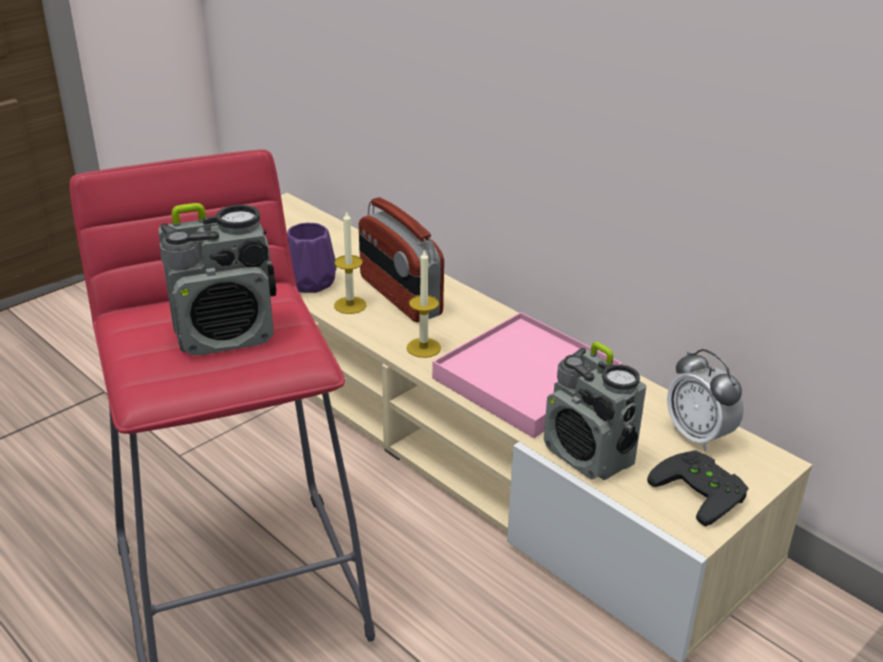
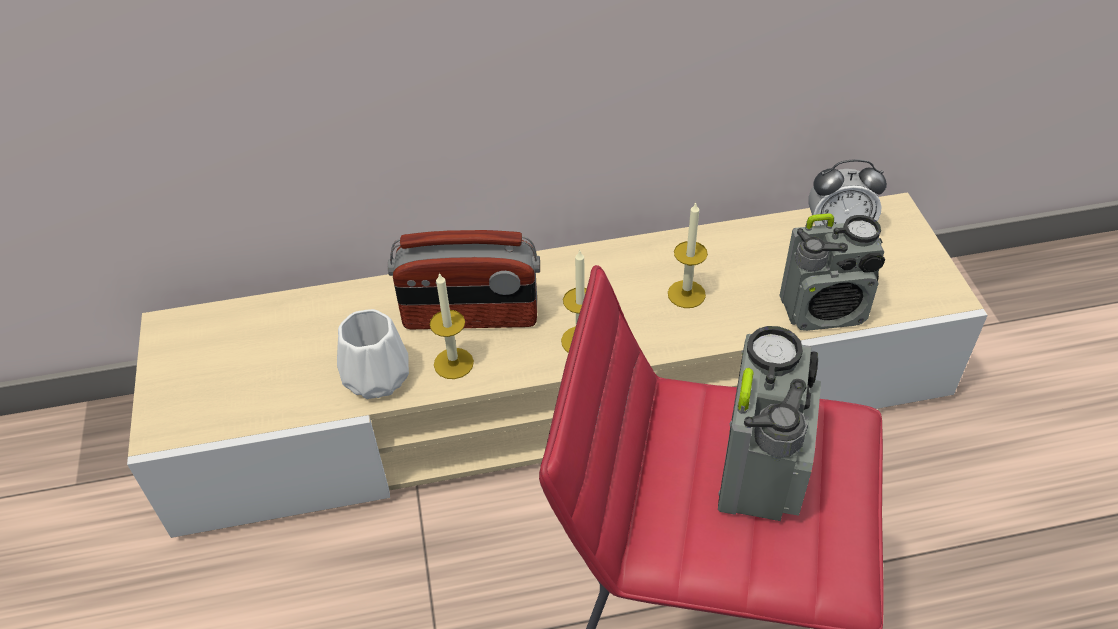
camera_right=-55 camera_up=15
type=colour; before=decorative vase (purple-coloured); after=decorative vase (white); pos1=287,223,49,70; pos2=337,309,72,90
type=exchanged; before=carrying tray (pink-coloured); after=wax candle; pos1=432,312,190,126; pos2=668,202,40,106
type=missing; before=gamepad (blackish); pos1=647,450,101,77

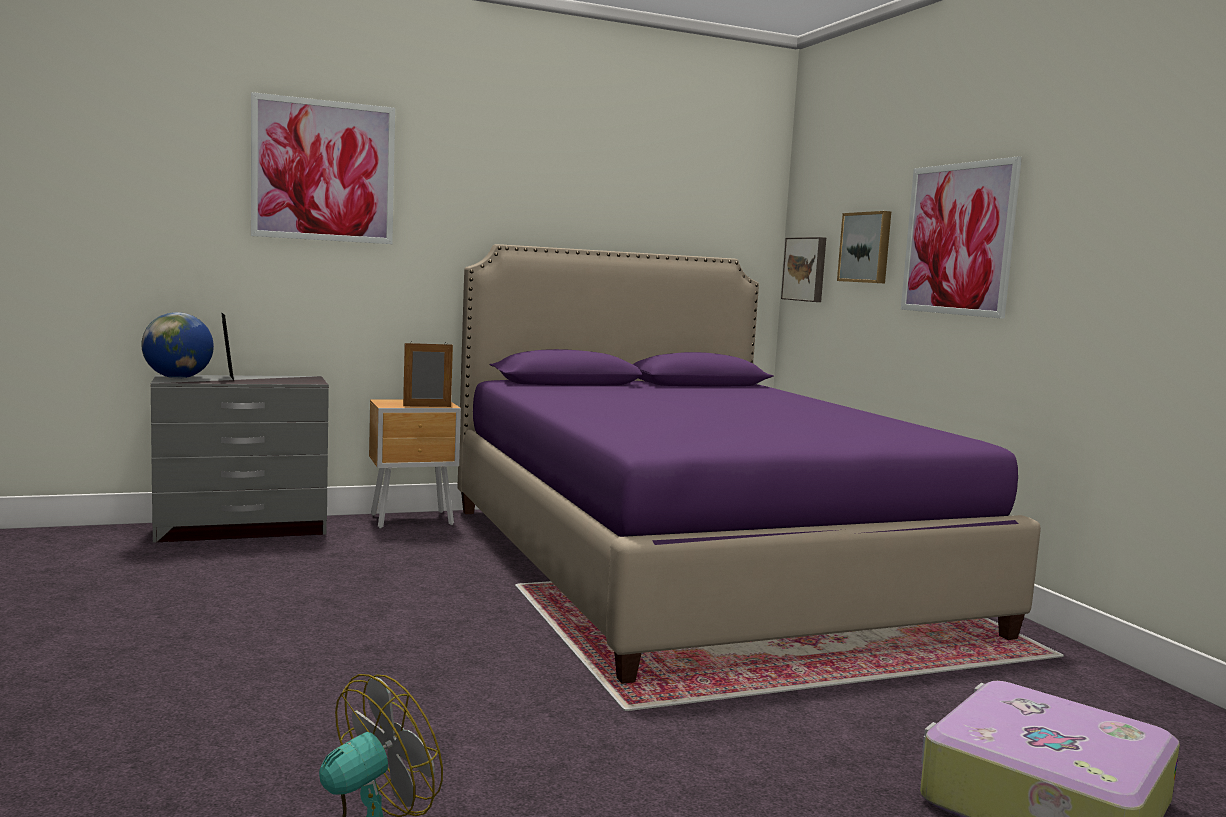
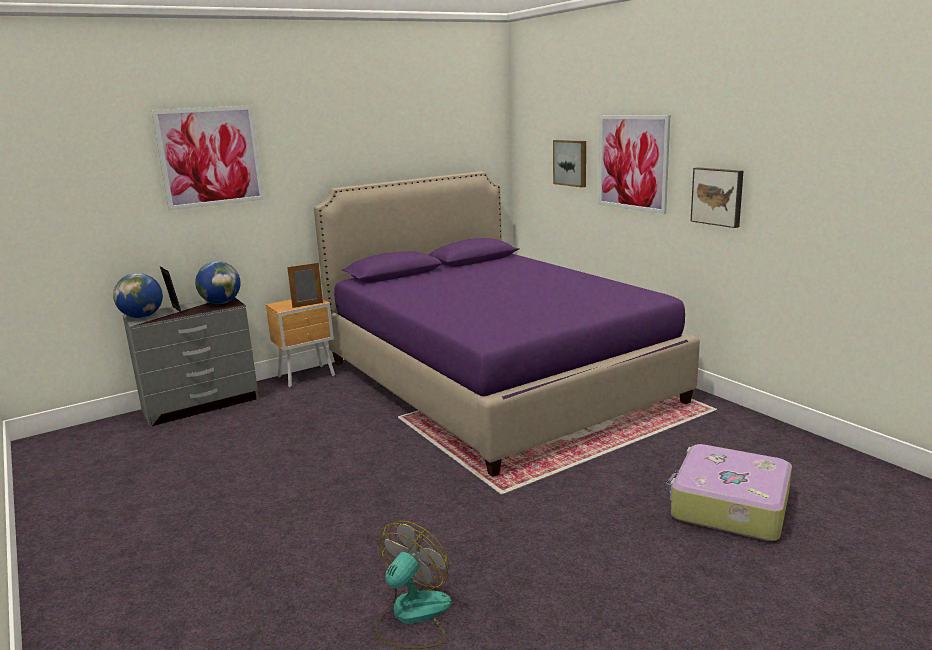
camera_right=-10 camera_up=10
type=relocated; before=wall art; pos1=781,237,45,65; pos2=691,167,52,61
type=appeared; after=world globe; pos2=195,261,46,43

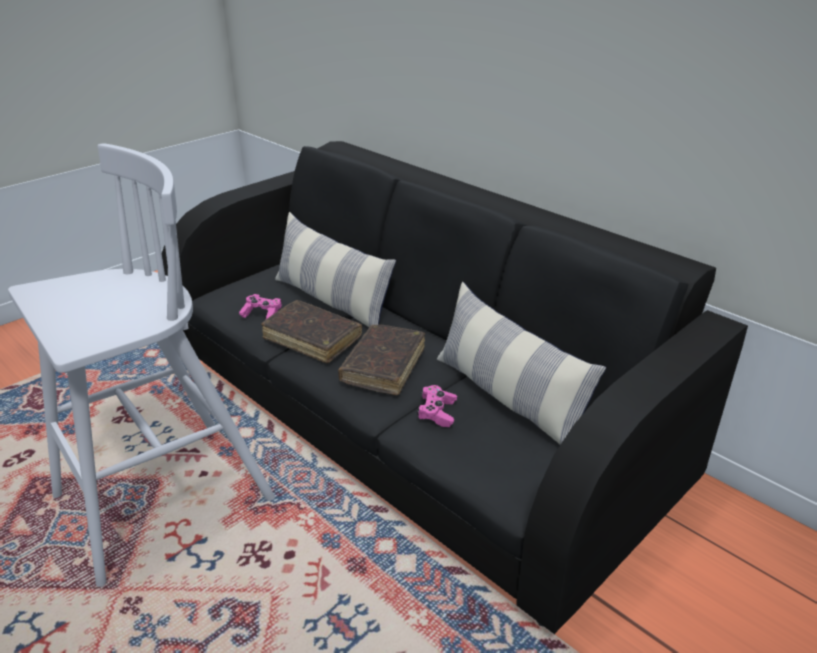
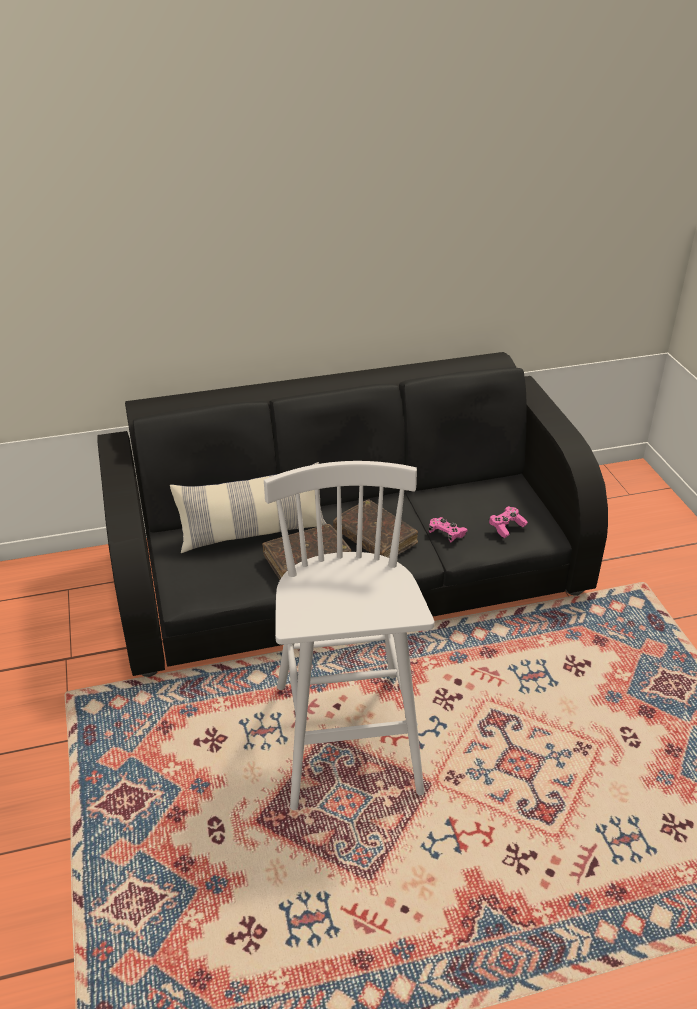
camera_right=-60 camera_up=5
type=missing; before=cushion; pos1=437,282,169,163
type=relocated; before=gamepad (pink-coloured); pos1=239,294,43,25; pos2=489,506,39,32

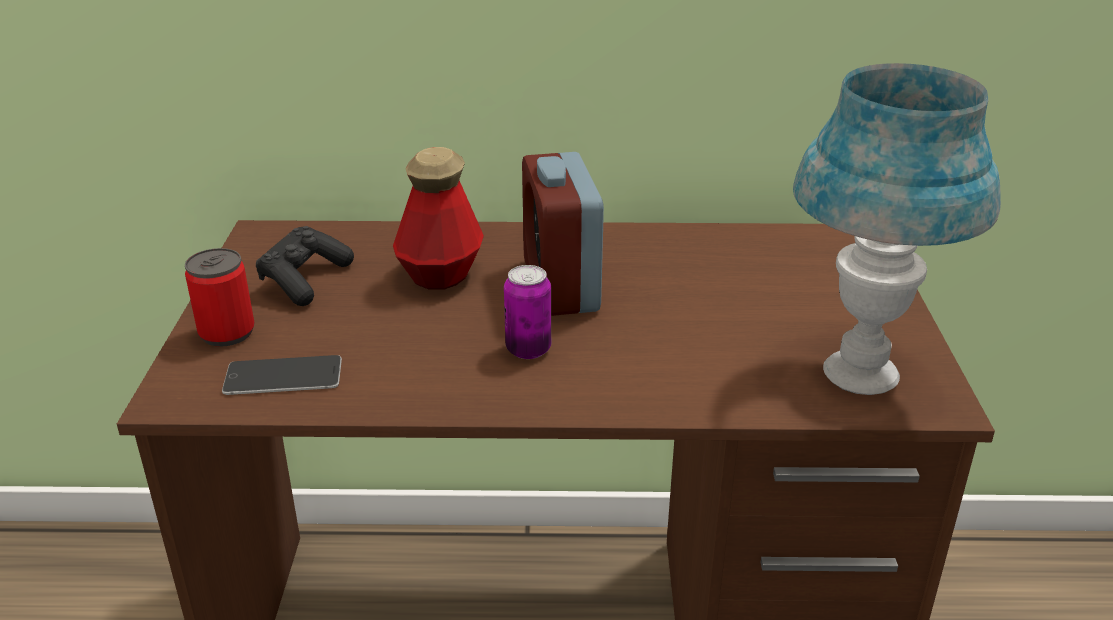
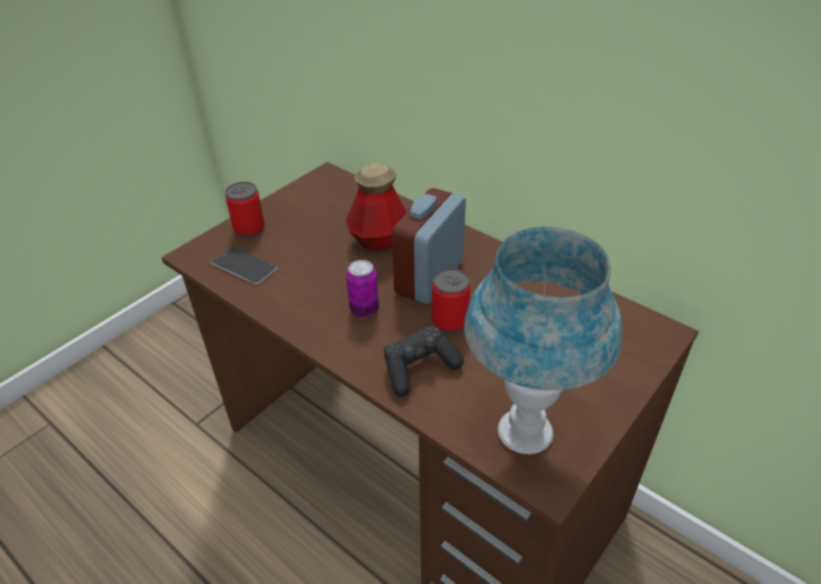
camera_right=40 camera_up=10
type=relocated; before=gamepad (blackish); pos1=256,226,98,80; pos2=384,326,80,71
type=appeared; after=sealed can; pos2=432,268,38,65

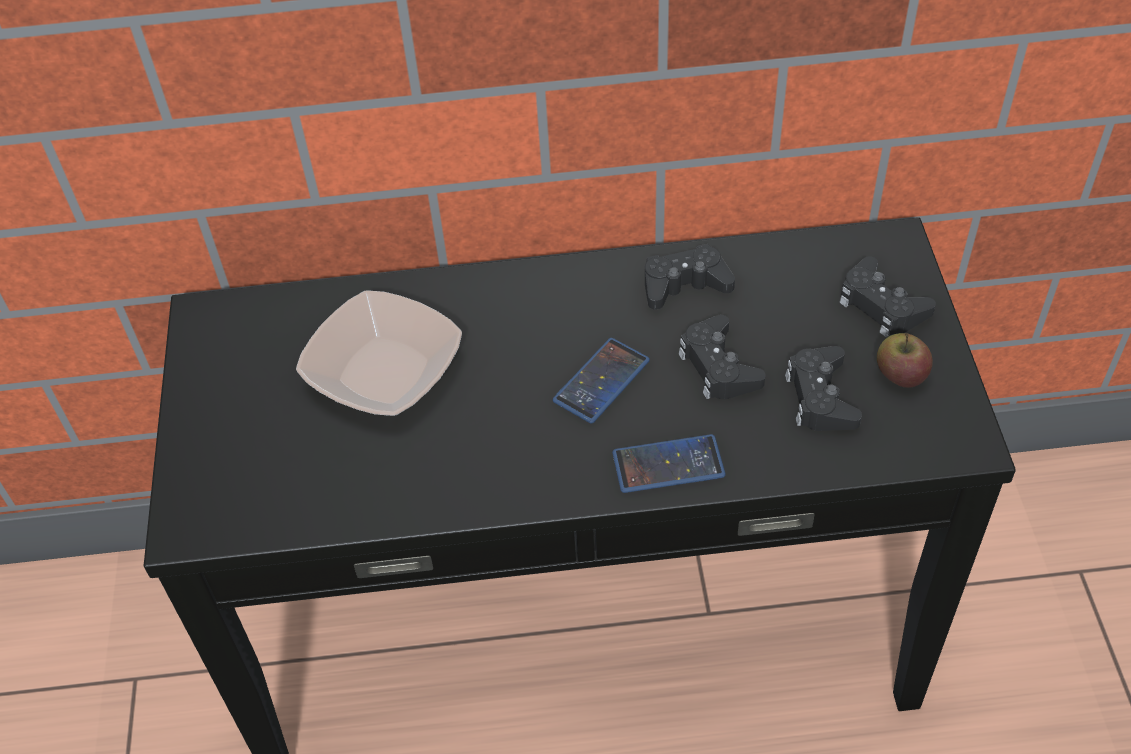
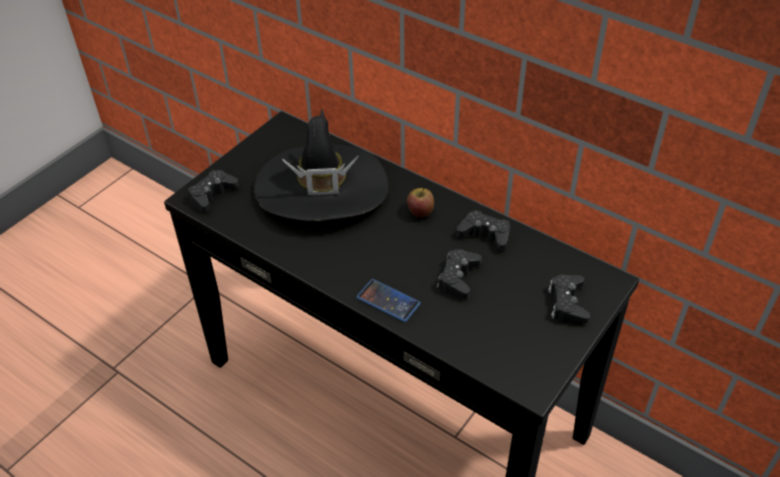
camera_right=40 camera_up=-5
type=exchanged; before=serving bowl; after=clothing hat (blackish); pos1=296,290,166,126; pos2=254,108,135,113
type=relocated; before=apple; pos1=877,333,56,55; pos2=407,188,27,29
type=missing; before=phone; pos1=553,338,97,85
type=relocated; before=gamepad (blackish); pos1=785,346,77,85; pos2=188,170,51,42

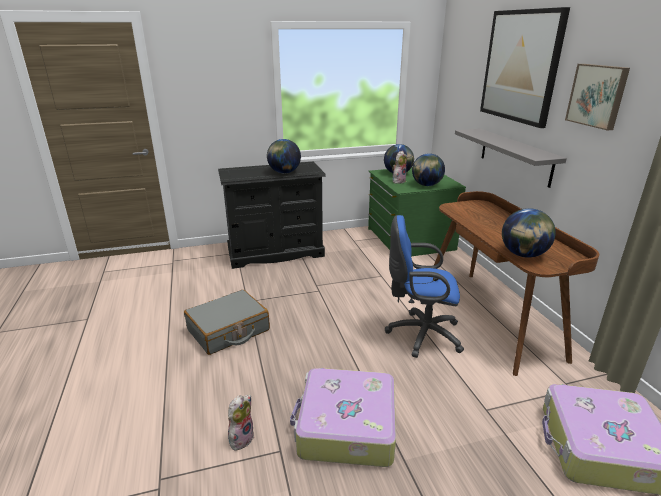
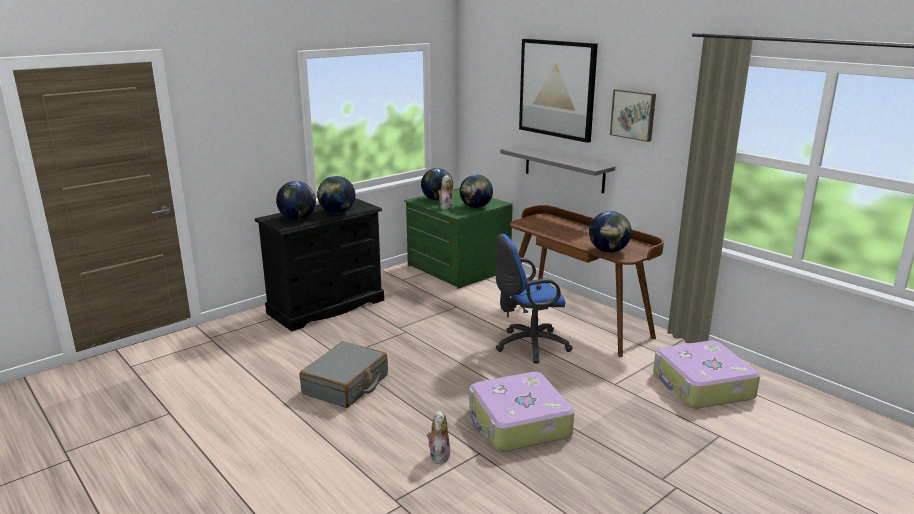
camera_right=-25 camera_up=-5
type=appeared; after=world globe; pos2=276,181,40,39

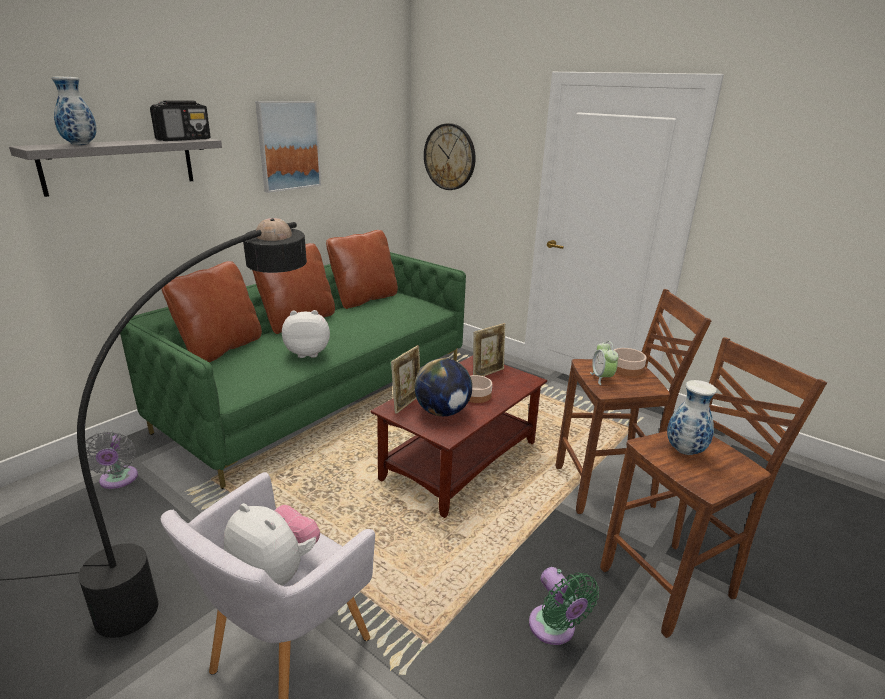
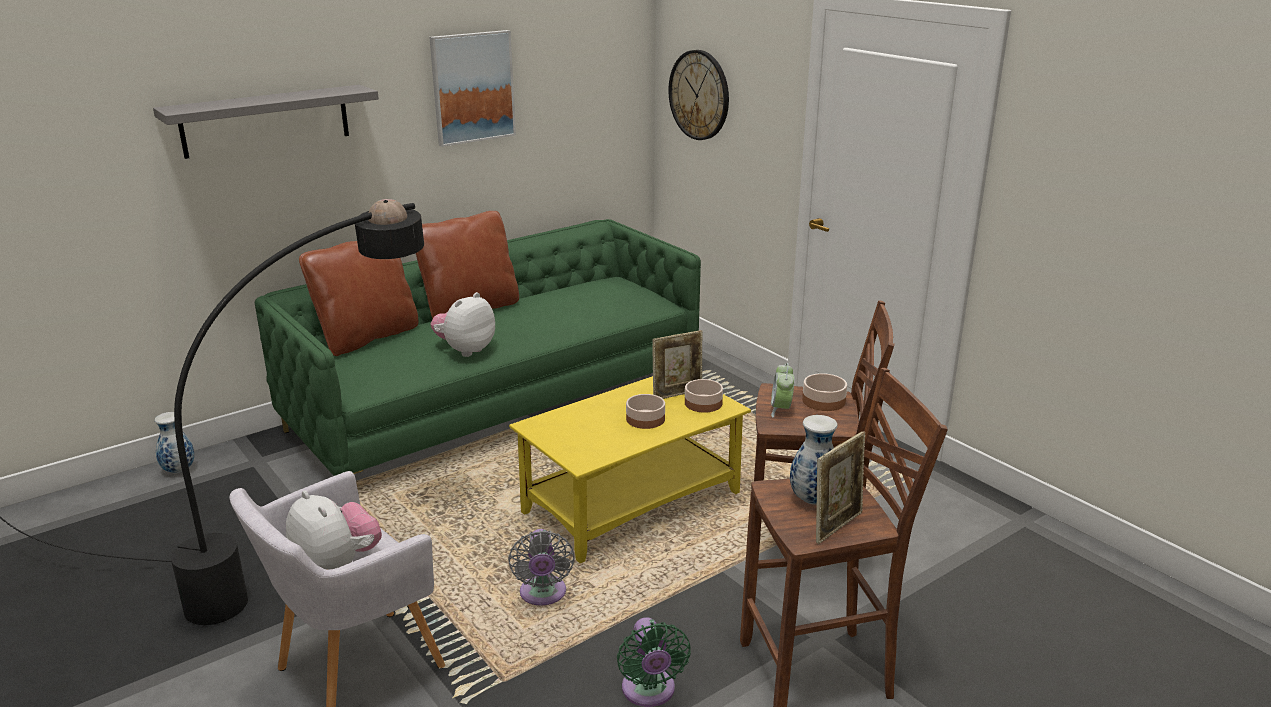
camera_right=15 camera_up=0
type=relocated; before=decorative vase; pos1=51,76,46,69; pos2=155,412,39,61
type=missing; before=radio receiver; pos1=150,100,61,41
type=missing; before=cushion (brown-coloured); pos1=326,230,72,79
type=spun; before=cuddly toy; pos1=282,310,48,48; pos2=431,292,64,65; turn=-60
type=relocated; before=picture frame; pos1=391,345,29,69; pos2=816,431,49,113
type=colour; before=low table (brown-coloured); after=low table (yellow-coloured); pos1=371,355,176,163; pos2=509,376,242,187
type=missing; before=world globe; pos1=414,358,58,58
type=relocated; before=fan (gray); pos1=85,431,53,58; pos2=508,529,67,76
type=appeared; after=serving bowl; pos2=685,379,38,34

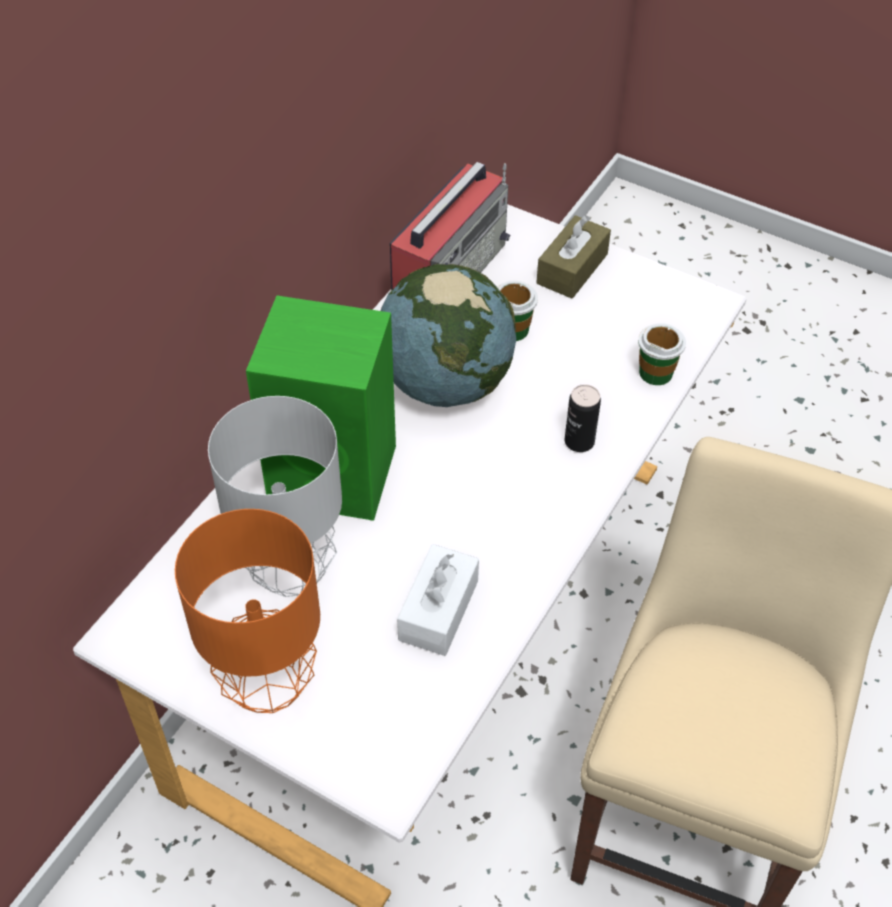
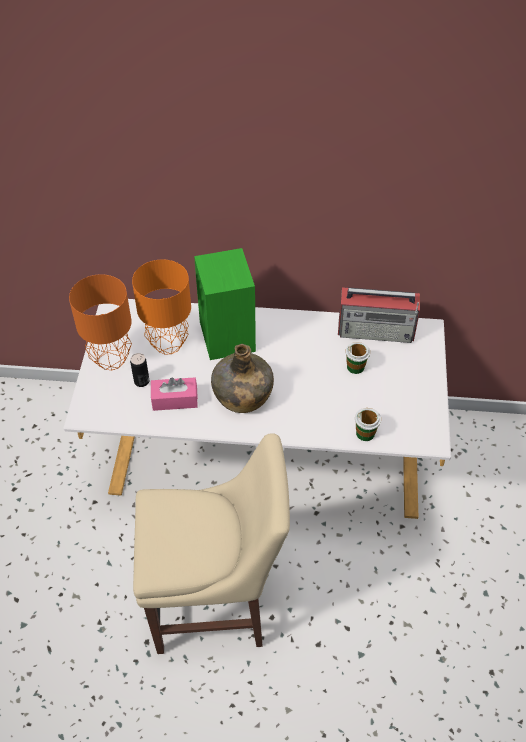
camera_right=65 camera_up=0
type=missing; before=box of tissues (brown-coloured); pos1=536,215,75,84
type=missing; before=world globe; pos1=381,264,136,143
type=relocated; before=sealed can; pos1=565,384,36,68; pos2=130,353,20,34
type=colour; before=tabletop lamp (gray); after=tabletop lamp (orange); pos1=208,396,134,201; pos2=132,259,59,95
type=colour; before=box of tissues (white); after=box of tissues (pink-coloured); pos1=397,544,82,112; pos2=151,377,47,34
type=appeared; after=drink bottle (greenish); pos2=211,344,63,69

